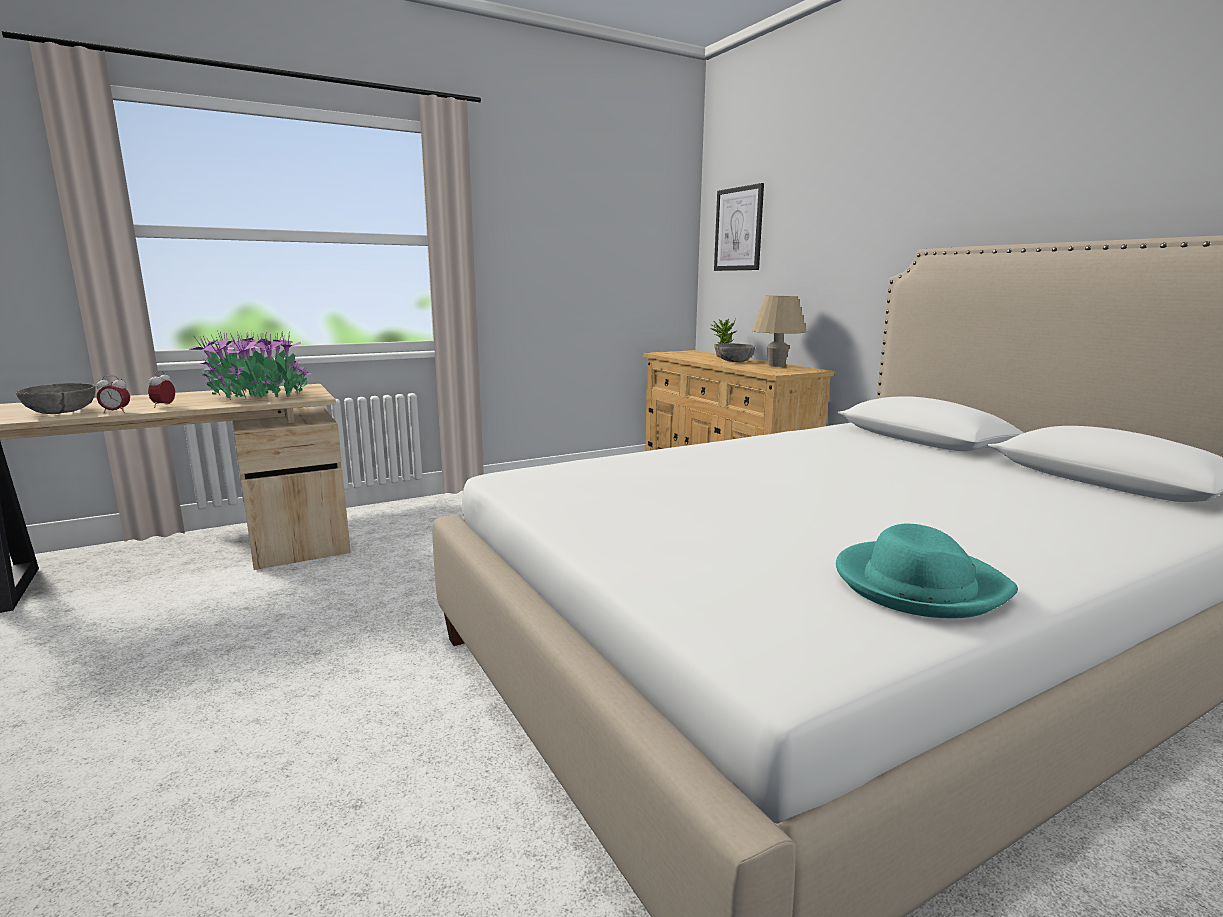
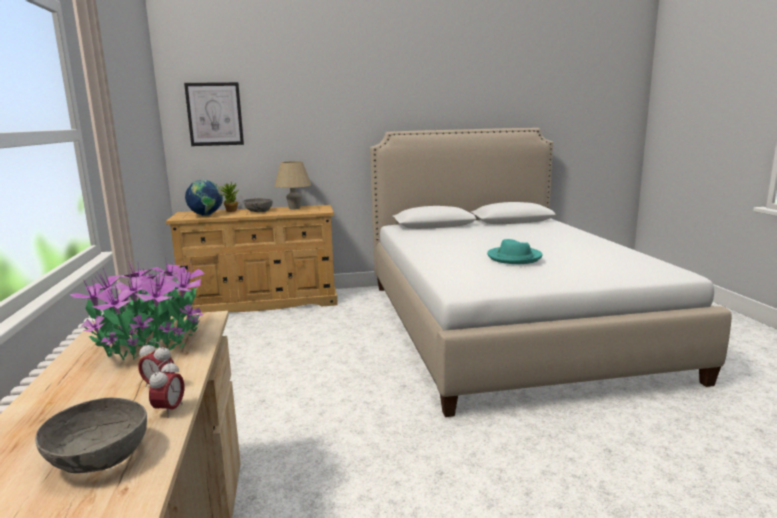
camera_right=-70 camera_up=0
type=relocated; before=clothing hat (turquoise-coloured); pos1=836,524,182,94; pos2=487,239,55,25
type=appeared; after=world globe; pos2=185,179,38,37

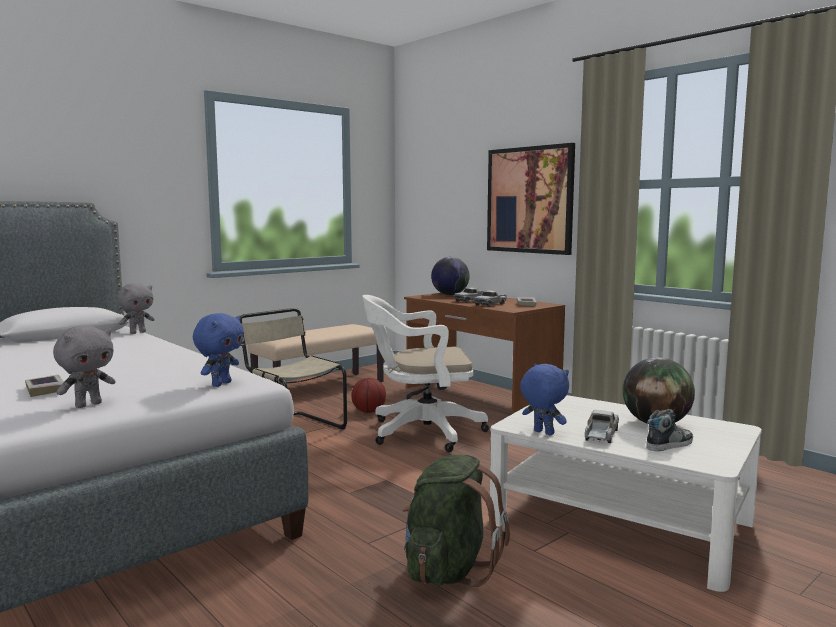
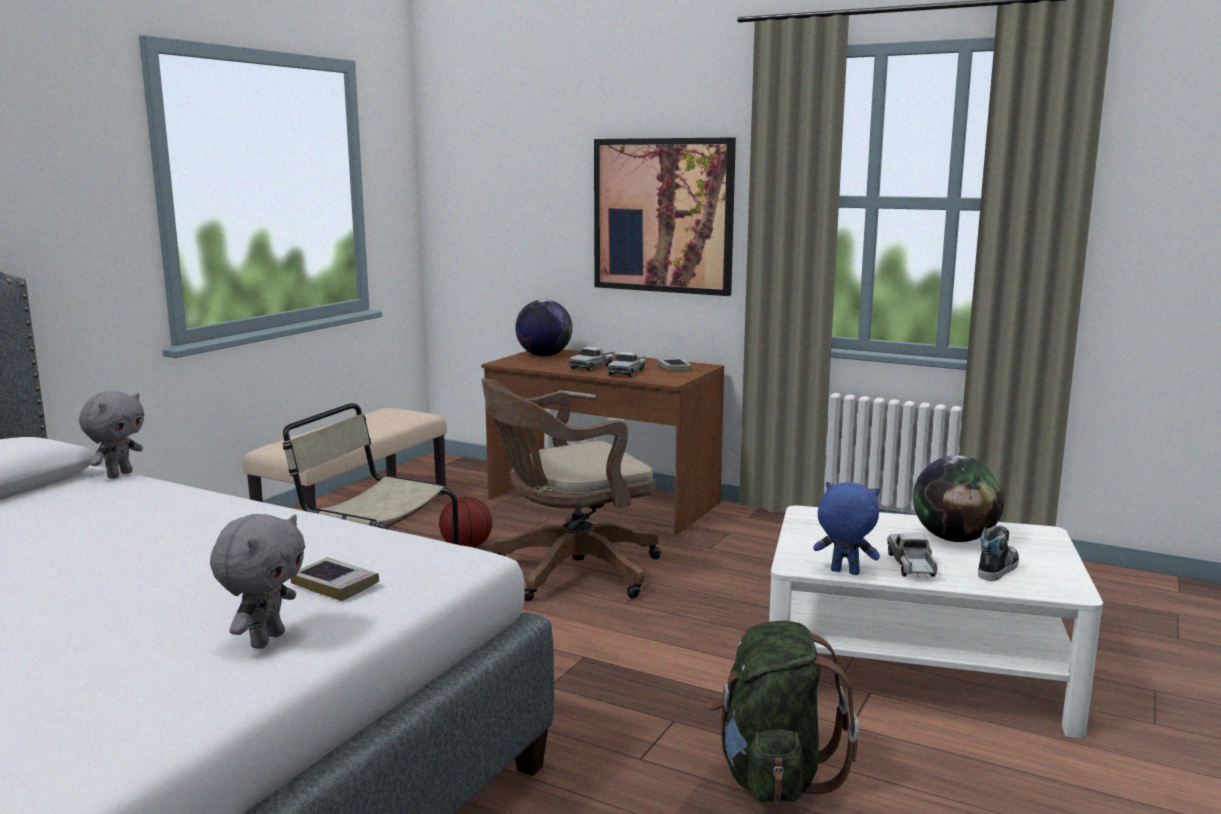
camera_right=-20 camera_up=5
type=colour; before=desk chair (white); after=desk chair (brown-coloured); pos1=363,295,126,157; pos2=481,378,180,223
type=missing; before=cuddly toy (blue); pos1=193,313,51,74
type=relocated; before=book; pos1=25,375,39,22; pos2=290,557,89,44

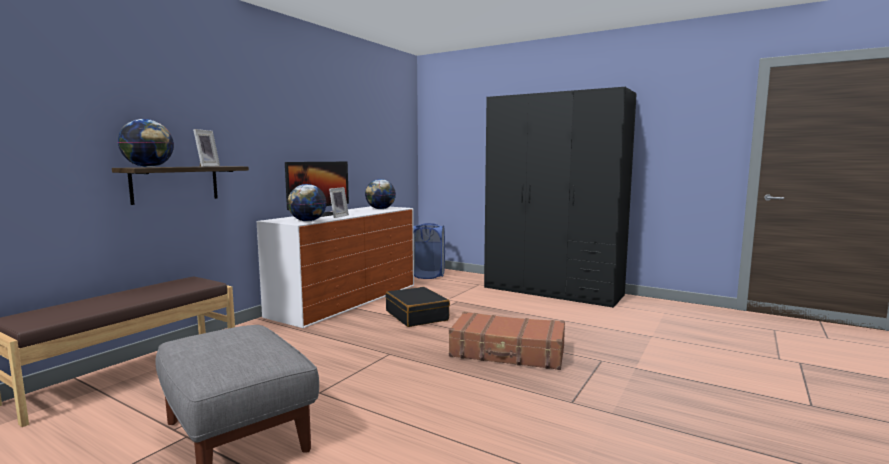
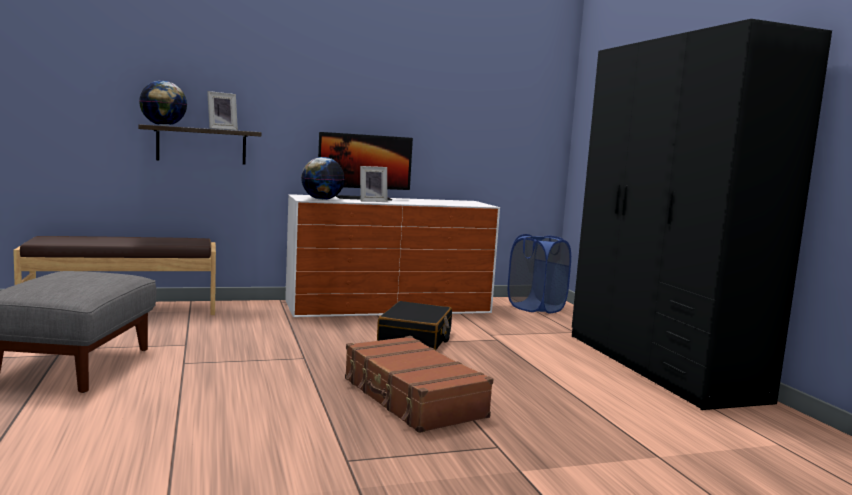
camera_right=40 camera_up=0
type=missing; before=world globe; pos1=365,179,31,30

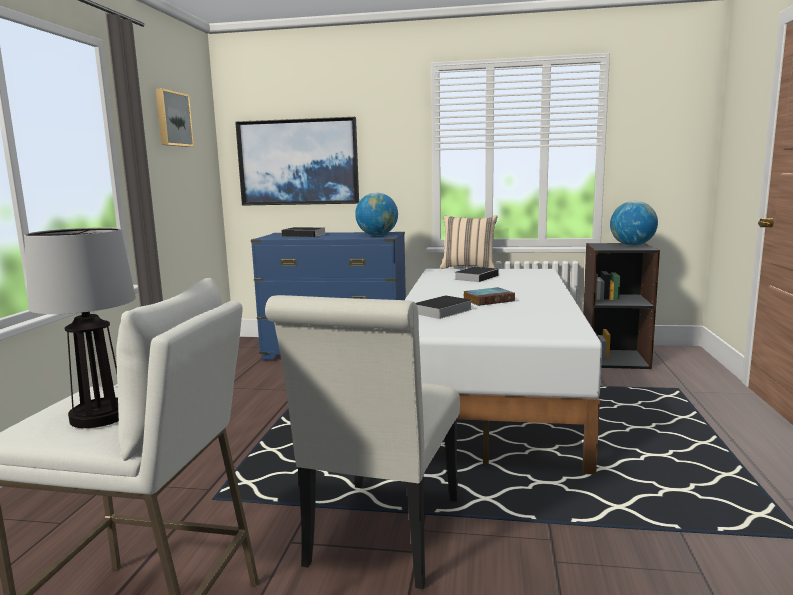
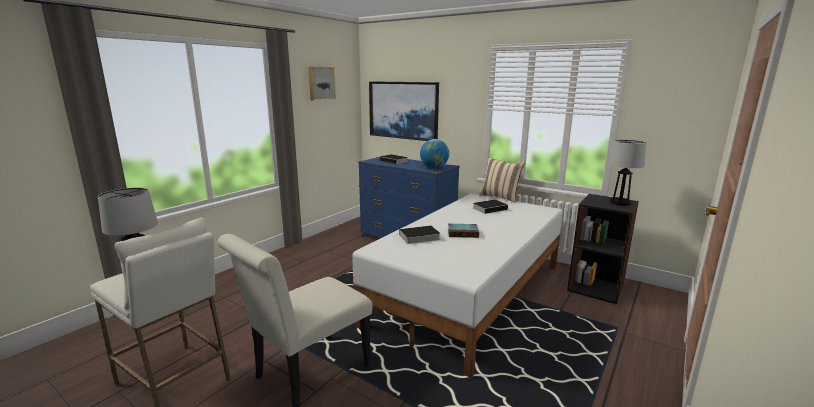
camera_right=25 camera_up=5
type=exchanged; before=world globe; after=tabletop lamp; pos1=610,201,48,45; pos2=609,140,37,66

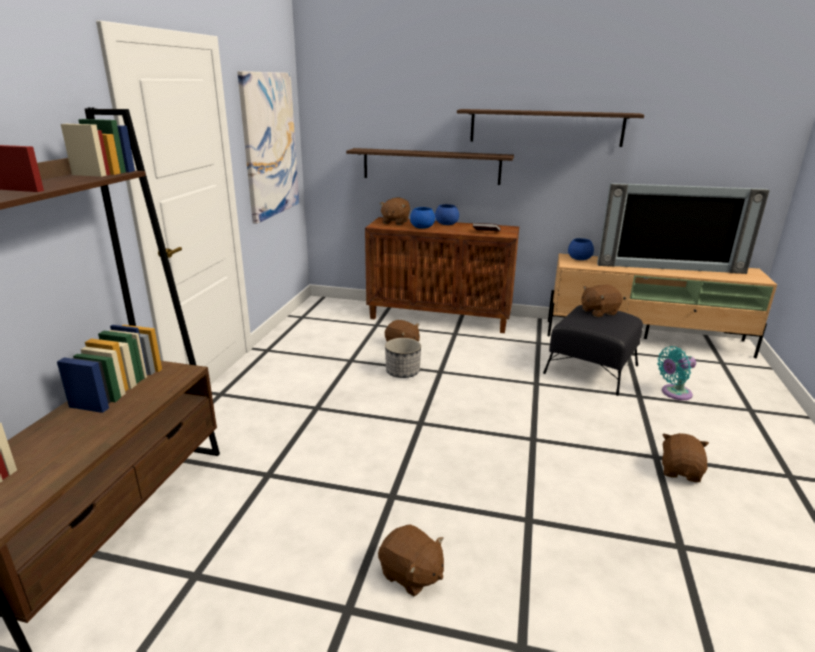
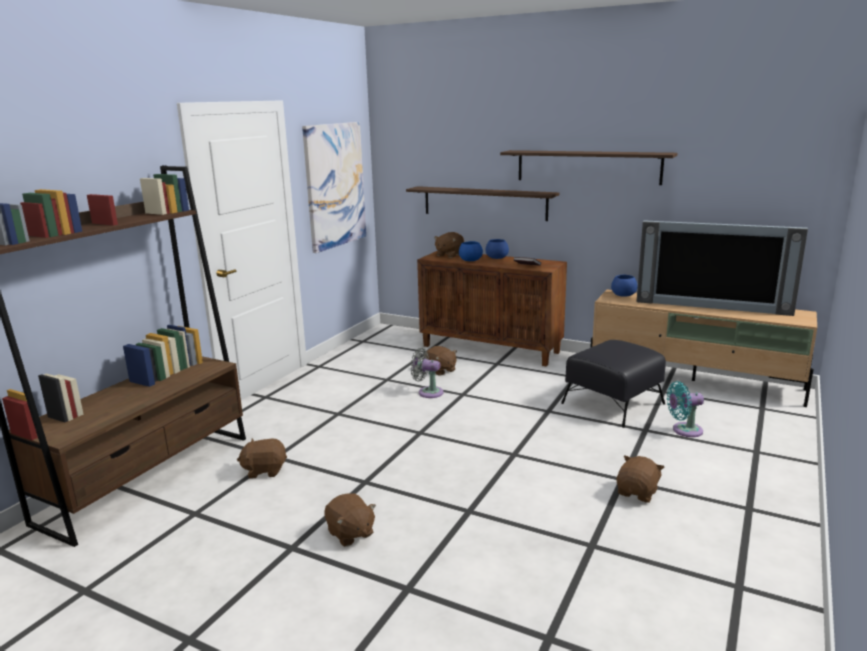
camera_right=15 camera_up=-5
type=relocated; before=cuddly toy (brown-coloured); pos1=581,284,41,33; pos2=237,439,50,39
type=exchanged; before=plant pot; after=fan (gray); pos1=385,338,36,40; pos2=411,348,32,50

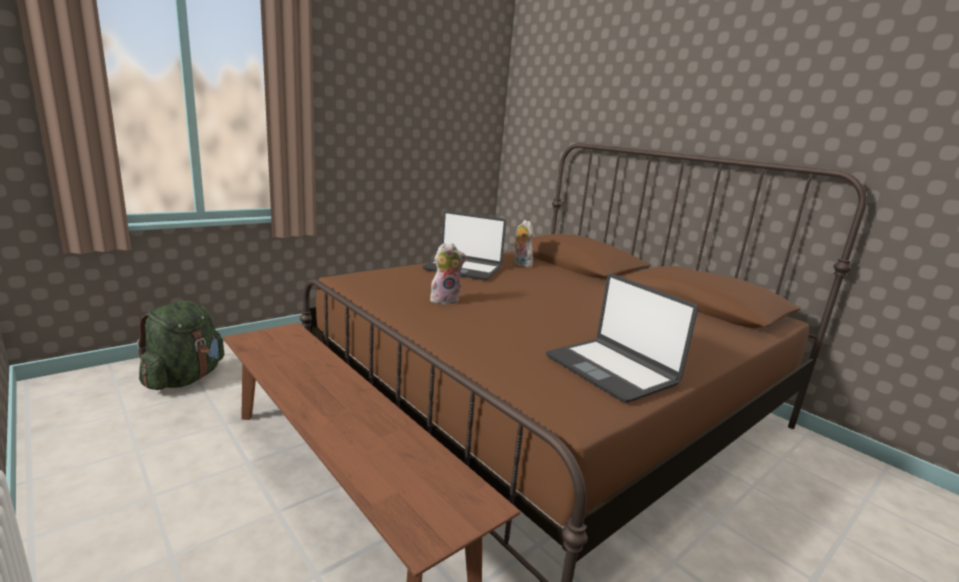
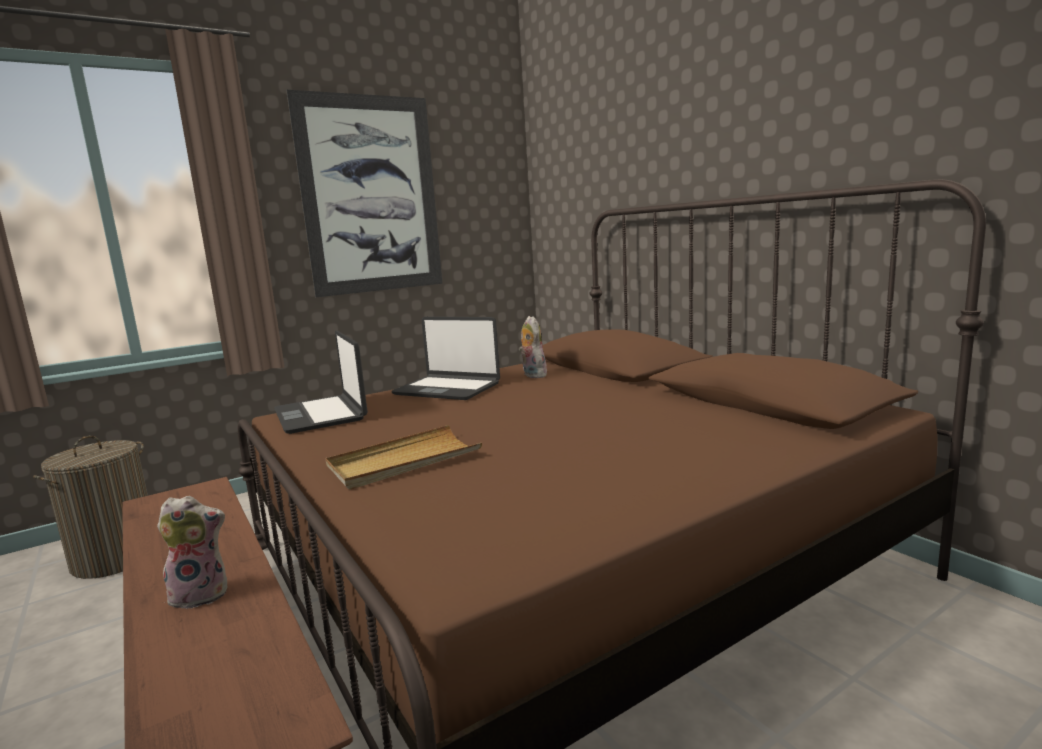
camera_right=10 camera_up=-5
type=relocated; before=cuddly toy; pos1=430,243,37,62; pos2=157,496,71,113
type=relocated; before=portable computer; pos1=546,274,152,129; pos2=274,331,94,103
type=exchanged; before=knapsack (greenish); after=washing basket; pos1=137,301,87,89; pos2=33,435,115,144
type=appeared; after=wall art; pos2=286,90,157,207
type=appeared; after=carrying tray (sand-coloured); pos2=325,425,157,64

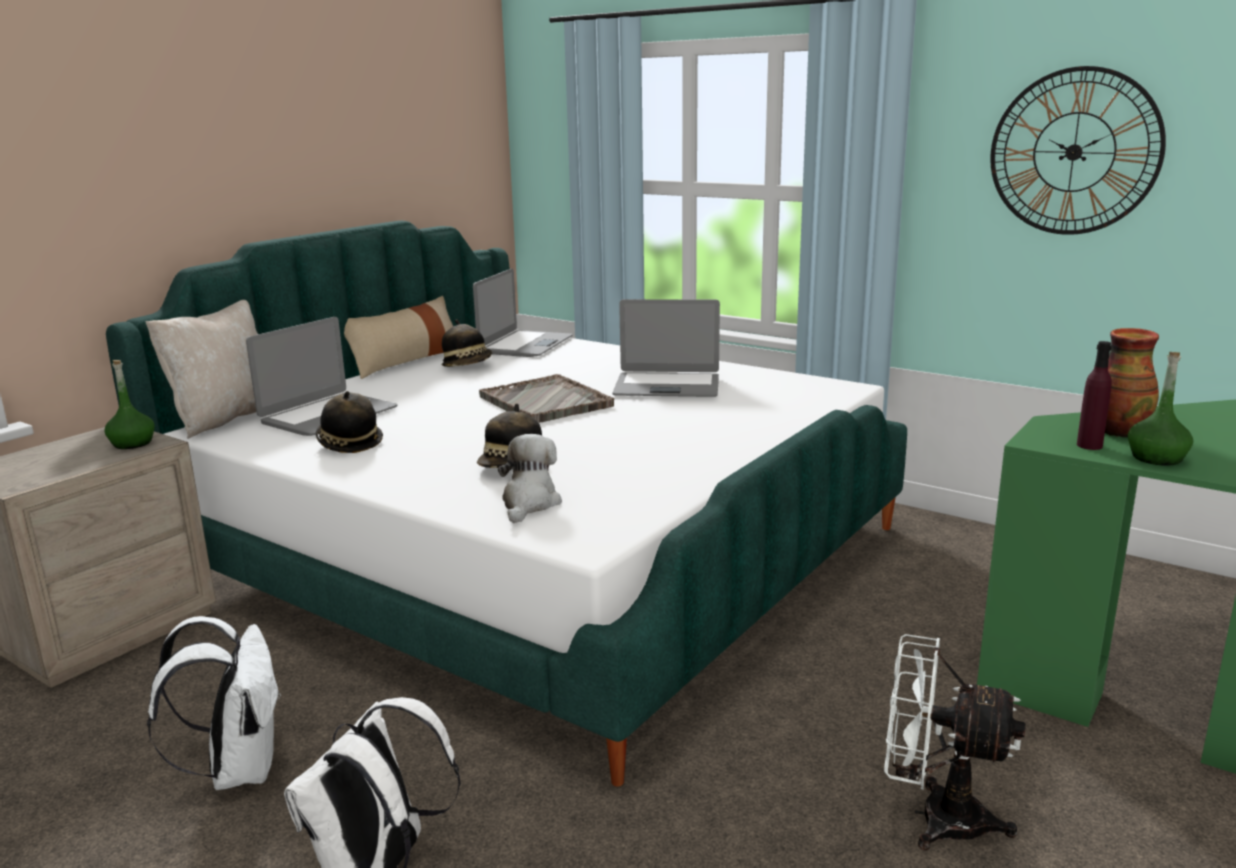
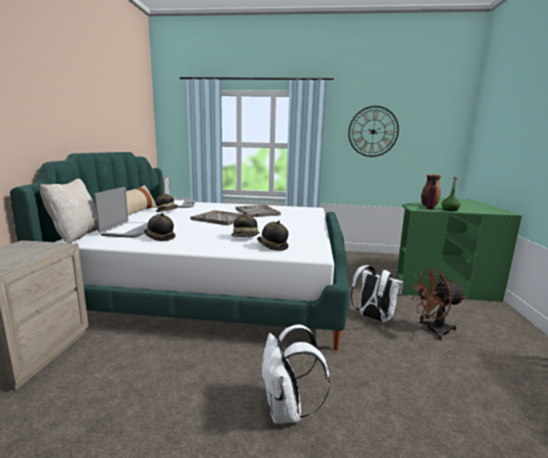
camera_right=-30 camera_up=-5
type=exchanged; before=portable computer; after=carrying tray (gray); pos1=613,299,107,98; pos2=236,205,45,12
type=missing; before=drink bottle (greenish); pos1=105,360,50,89
type=exchanged; before=cuddly toy; after=clothing hat; pos1=498,434,64,89; pos2=257,221,32,30
type=relocated; before=knapsack (white); pos1=147,616,134,174; pos2=351,265,52,57
type=colour; before=fan (white); after=fan (brown-coloured); pos1=884,634,142,216; pos2=410,269,56,71

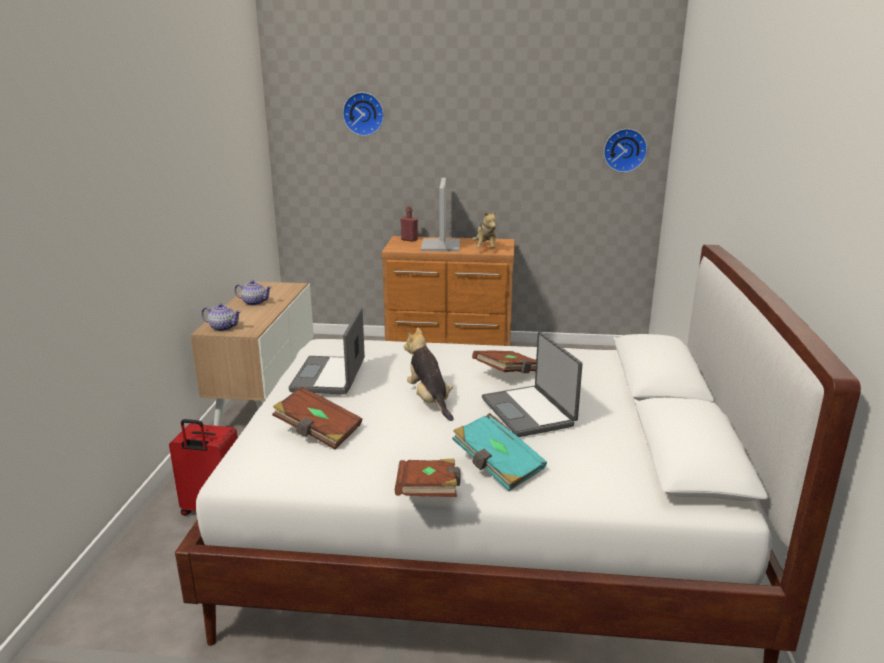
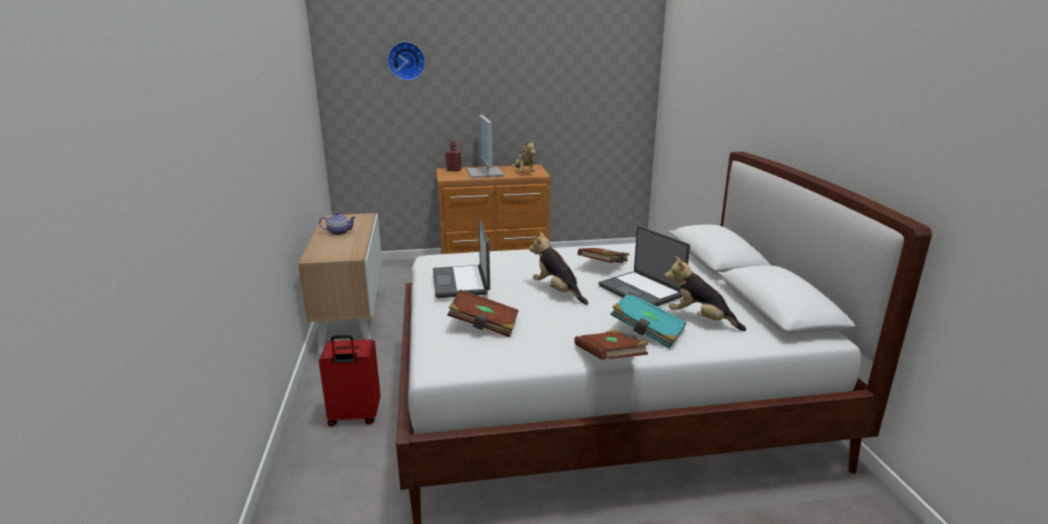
camera_right=-15 camera_up=0
type=missing; before=clock on the wall; pos1=604,129,43,43
type=missing; before=teapot; pos1=201,303,41,28
type=appeared; after=cuddly toy; pos2=664,256,82,75

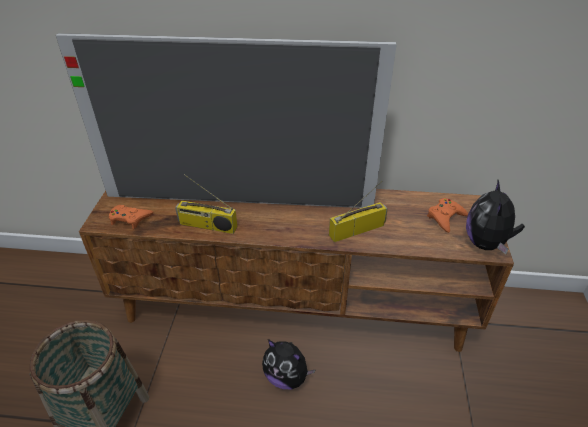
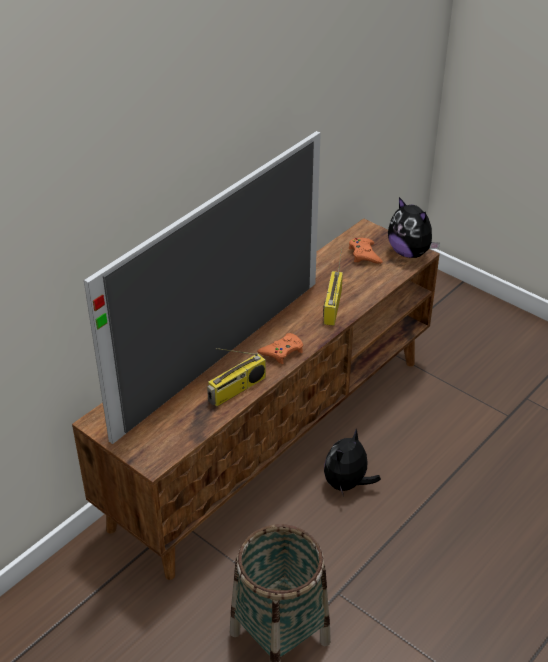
camera_right=-55 camera_up=0
type=relocated; before=gamepad (orange); pos1=109,205,44,24; pos2=257,333,46,31
type=spun; before=cuddly toy; pos1=262,339,54,50; pos2=324,429,57,68; turn=150

